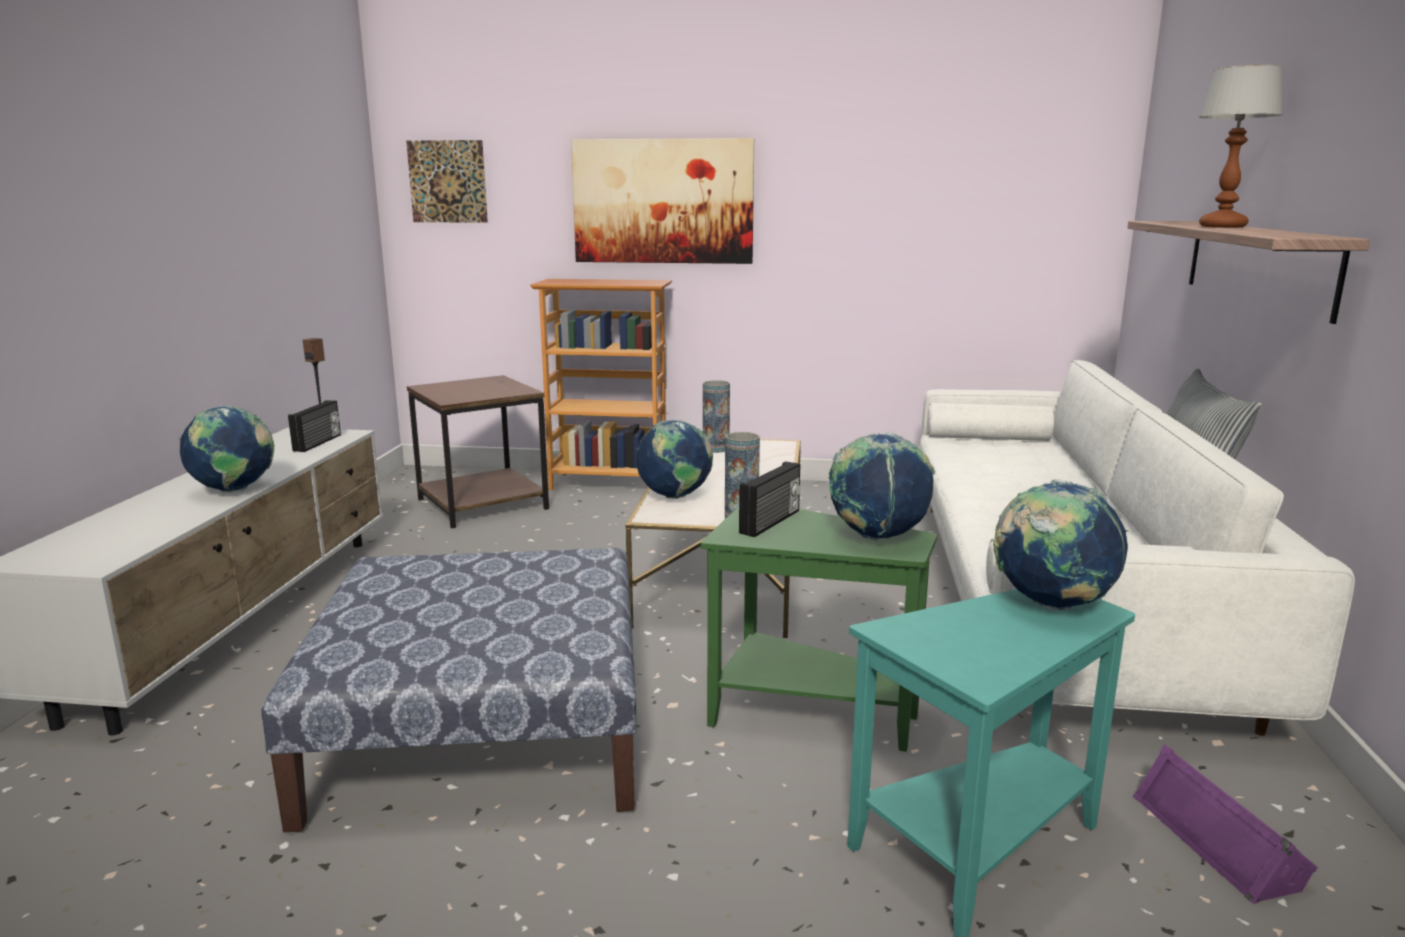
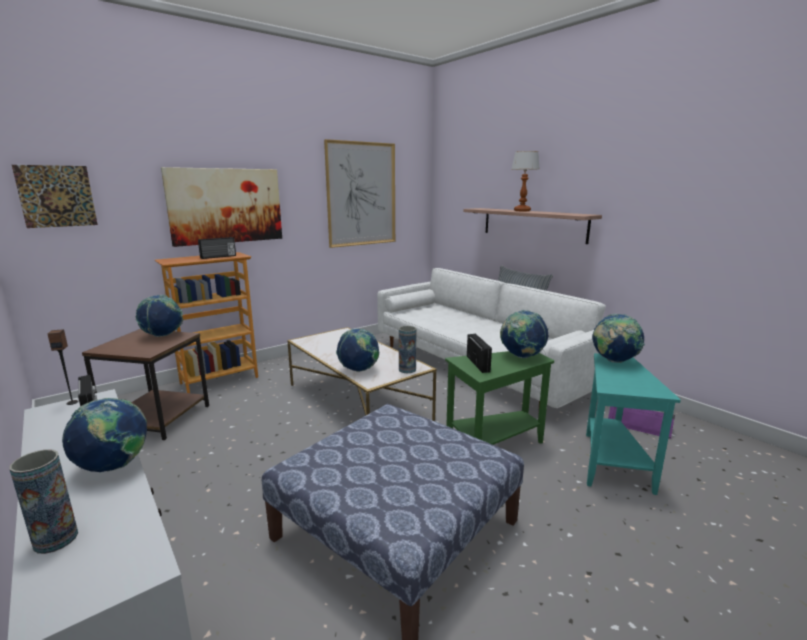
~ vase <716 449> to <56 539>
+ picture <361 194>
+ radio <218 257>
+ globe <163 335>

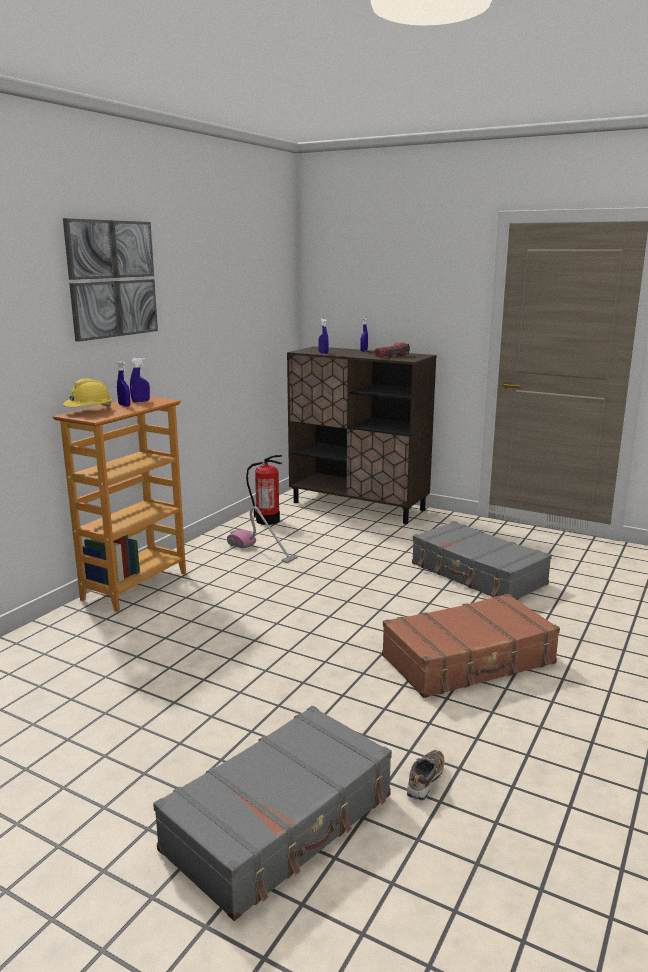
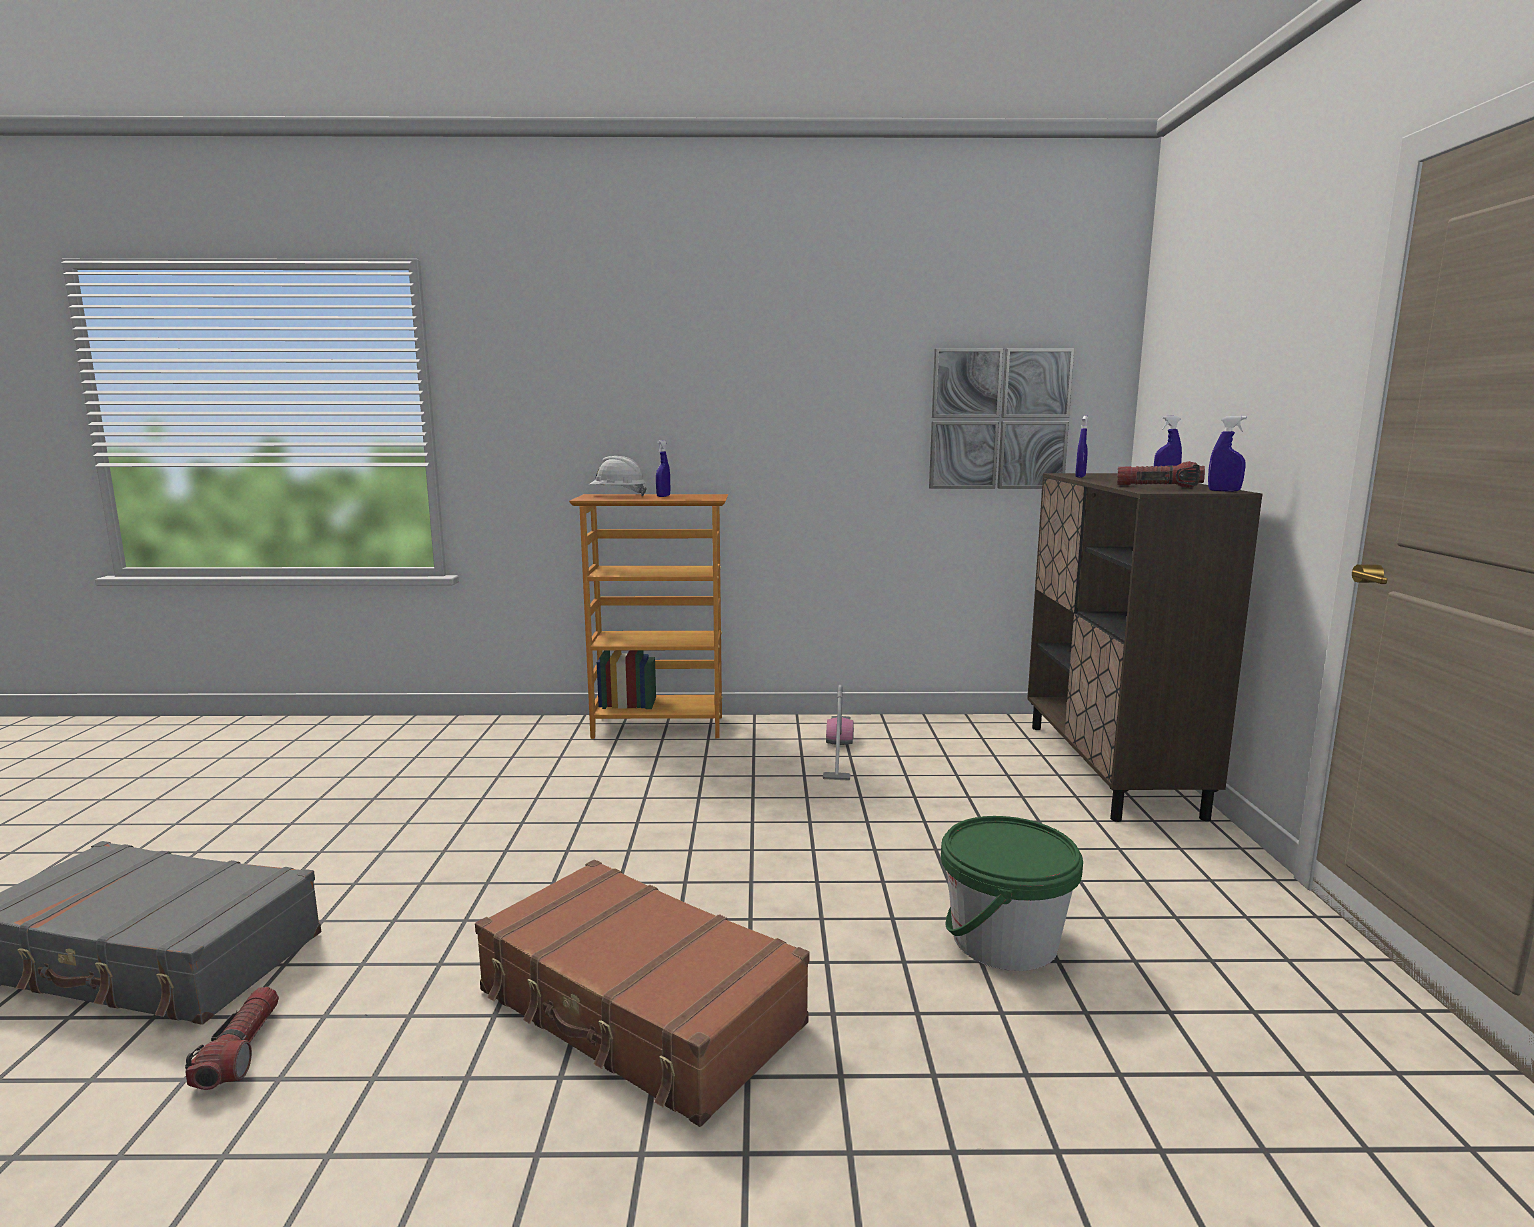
~ picture <112 279> to <999 419>
~ blue spray bottle <140 401> to <1224 491>
~ yellow hard hat <89 411> to white hard hat <617 495>
- fire extinguisher <267 520>
~ grey suitcase <477 574> to green bucket <1004 940>
~ shoe <425 781> to flashlight <240 1051>

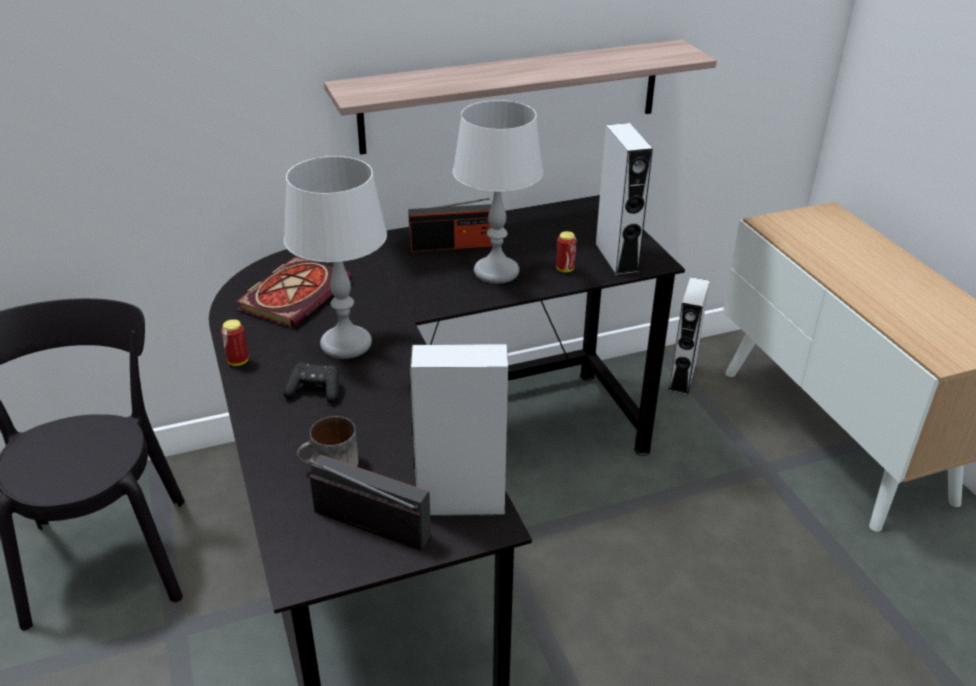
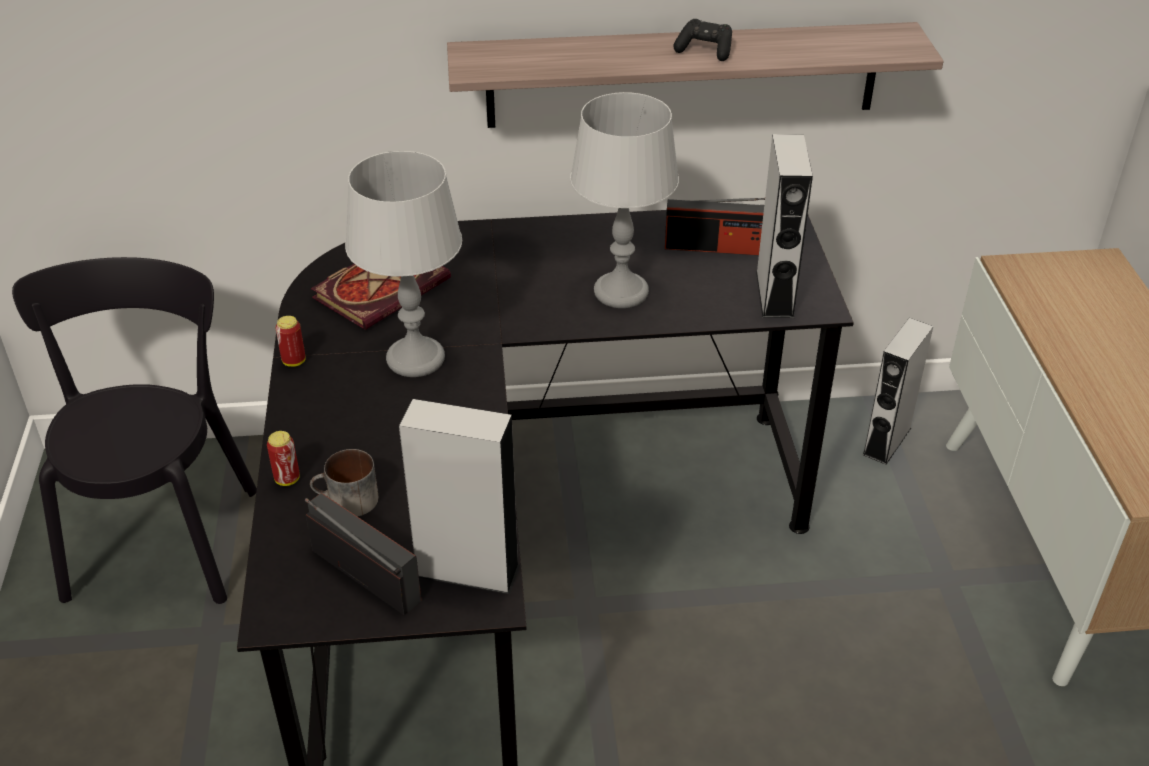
~ radio <451 245> to <714 247>
~ can <565 269> to <287 479>
~ black game controller <315 391> to <705 50>

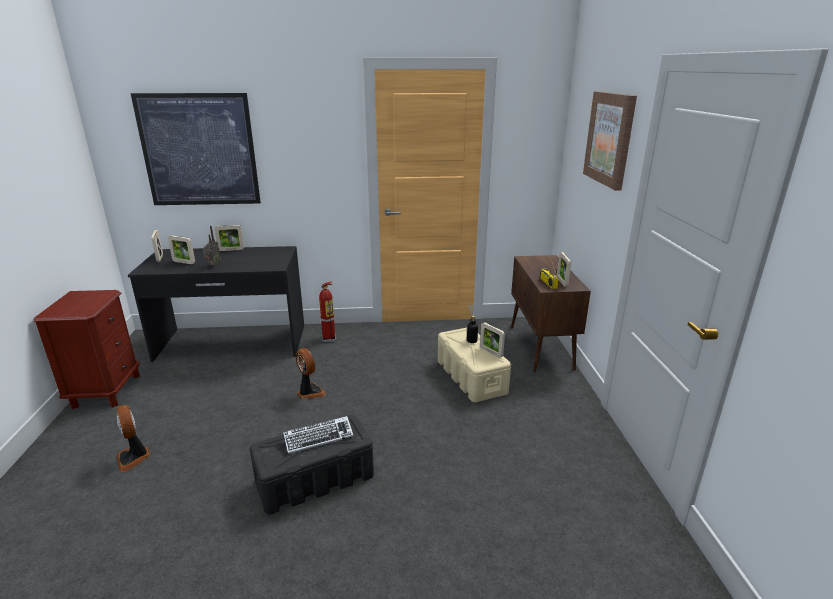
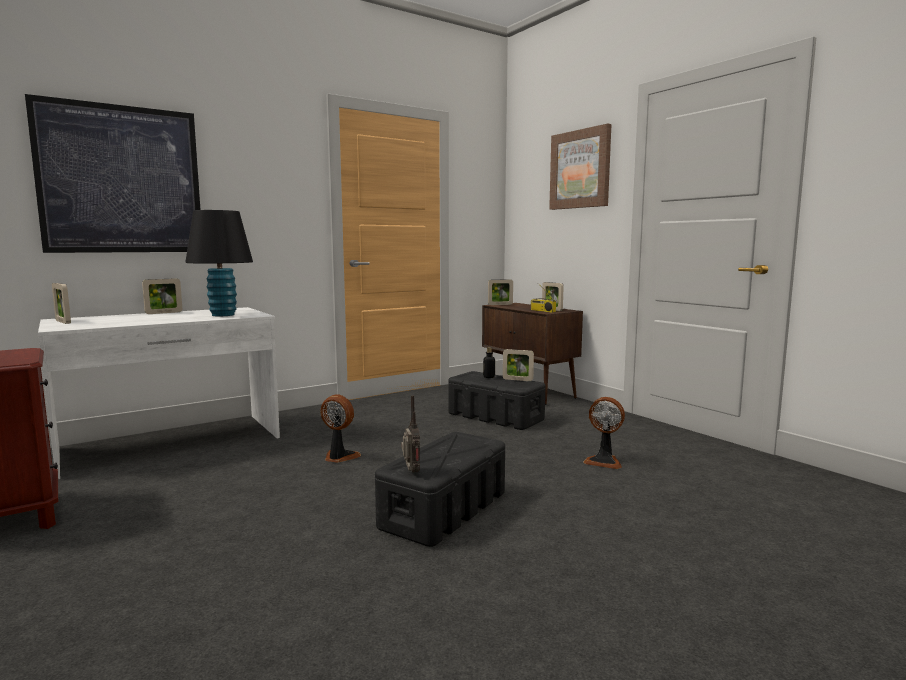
~ radio <213 266> to <411 472>
~ picture frame <184 262> to <500 304>
~ black desk <232 343> to white desk <171 443>
- fire extinguisher <329 339>
~ beige storage box <471 377> to black storage box <496 417>
~ fan <134 457> to <604 461>
- keyboard <318 438>
+ black table lamp <223 315>

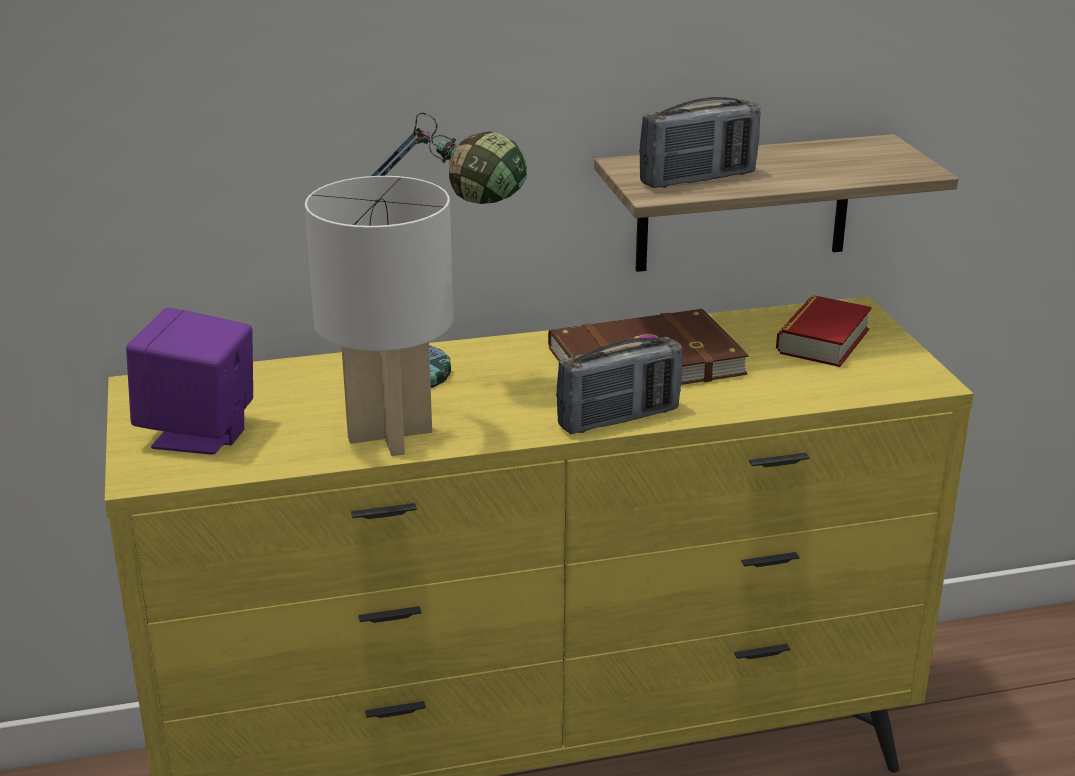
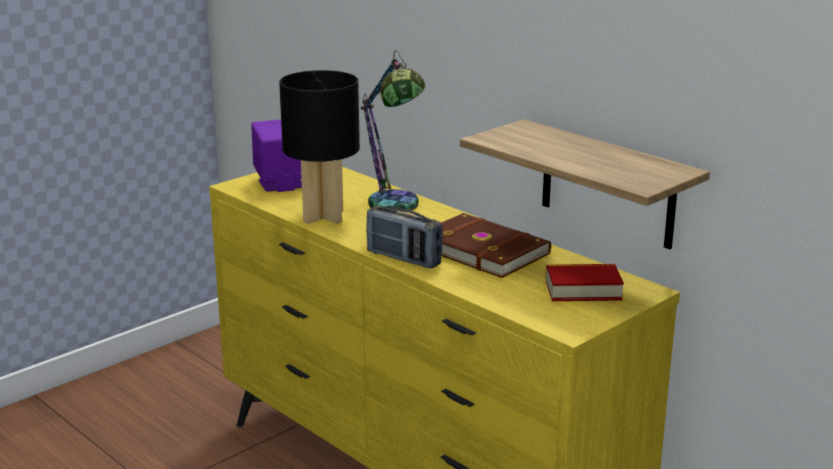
- radio <698 179>
~ white table lamp <389 434> to black table lamp <324 216>

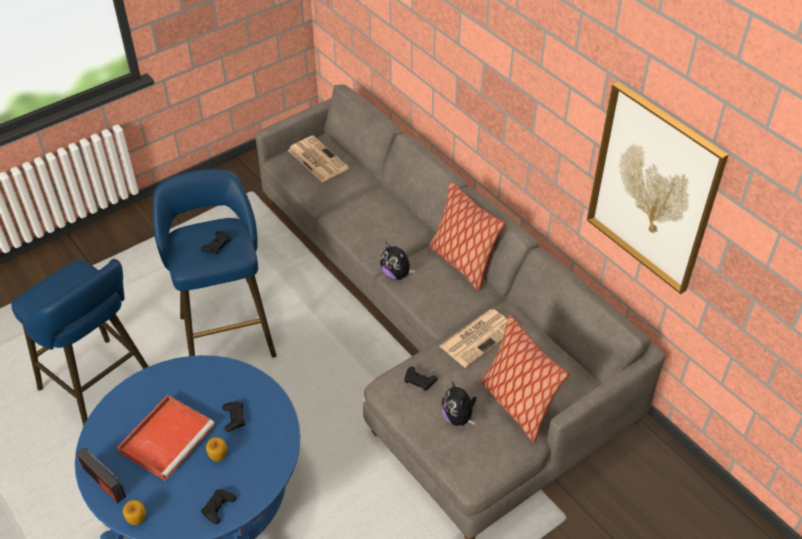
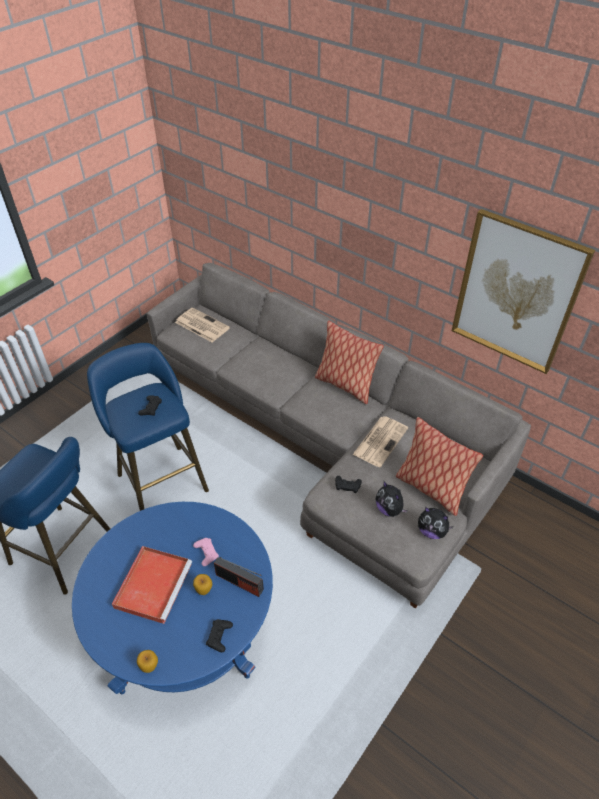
~ plush toy <396 274> to <432 531>
~ black game controller <234 418> to pink game controller <206 553>
~ radio <104 482> to <239 582>

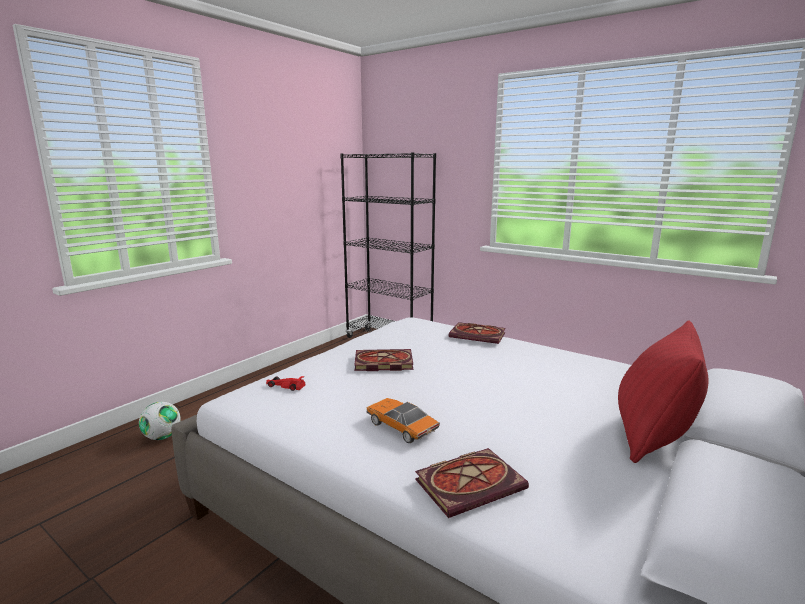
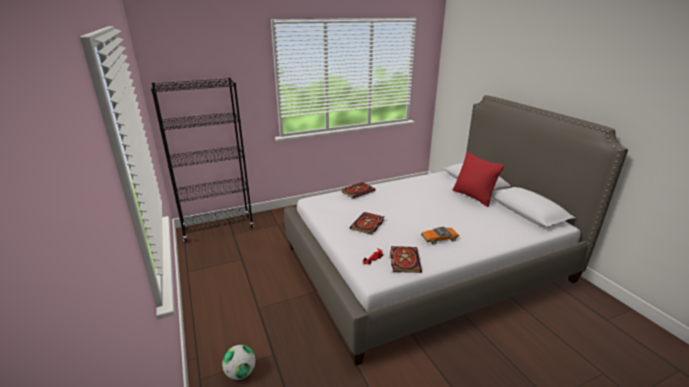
~ book <471 483> to <404 260>

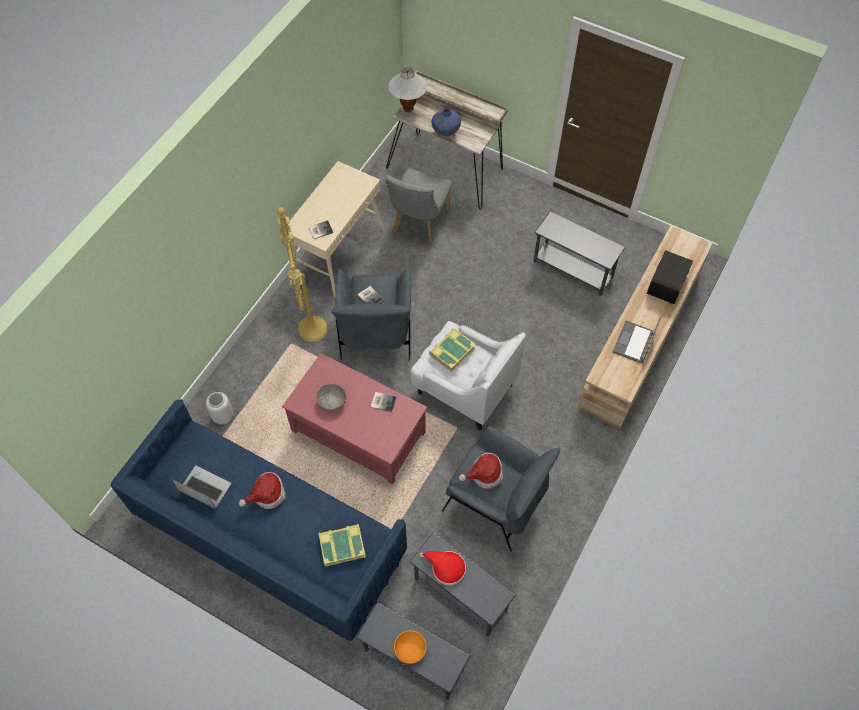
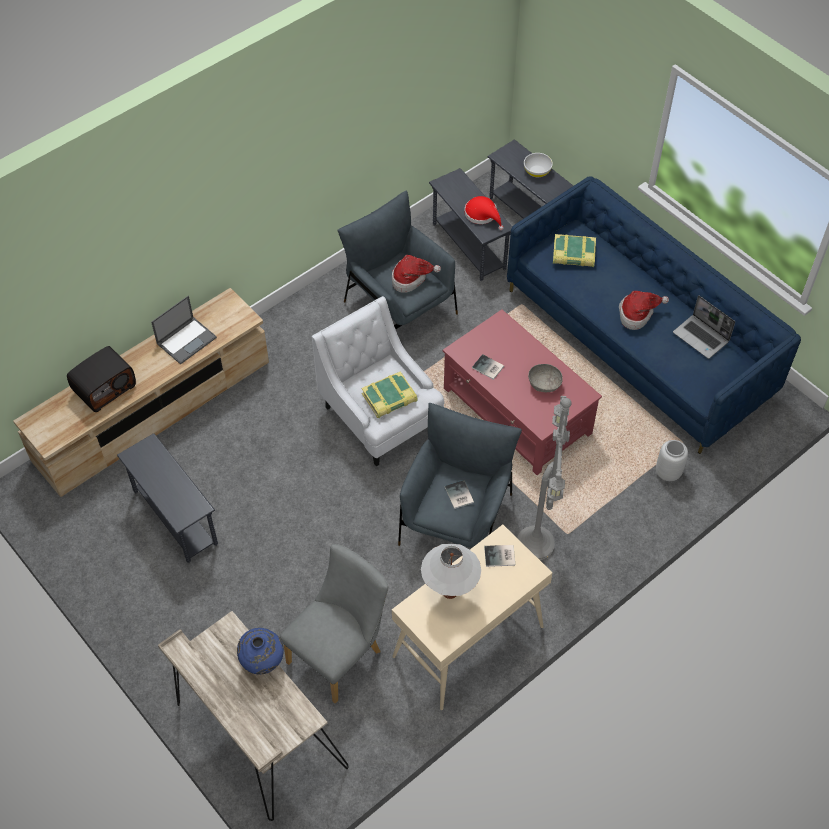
~ white table lamp <408 108> to <450 592>
~ yellow floor lamp <310 328> to grey floor lamp <537 546>
~ orange bowl <410 649> to white bowl <537 171>

